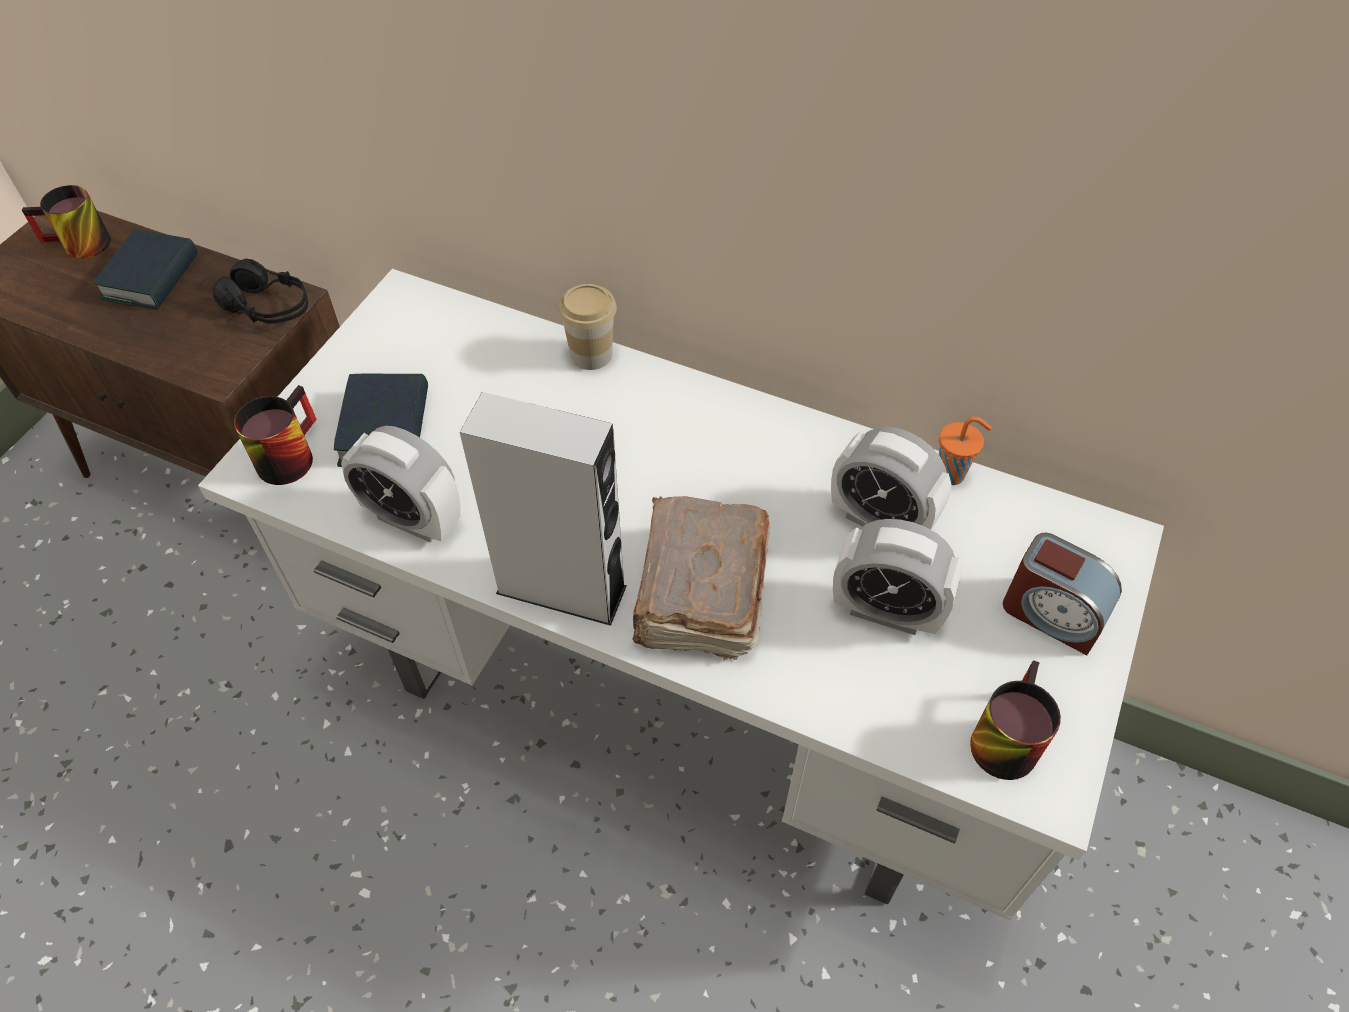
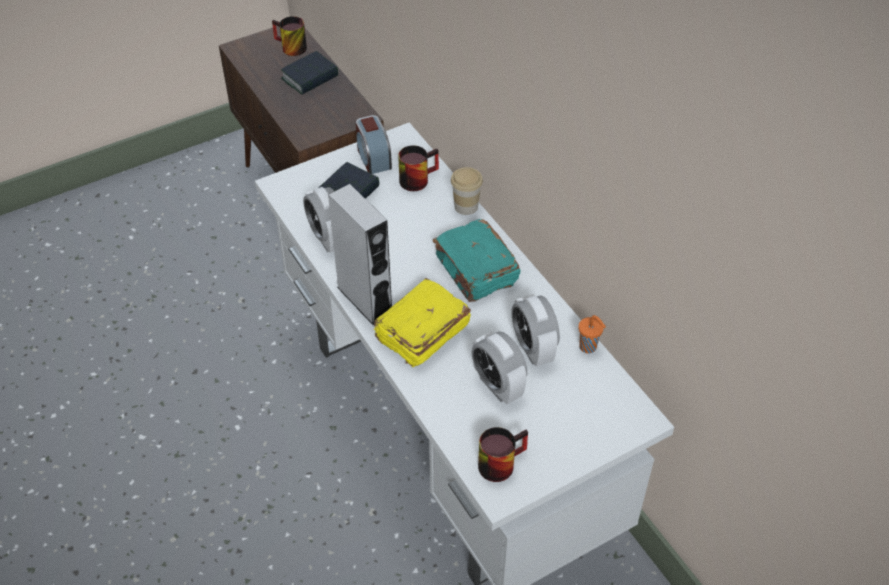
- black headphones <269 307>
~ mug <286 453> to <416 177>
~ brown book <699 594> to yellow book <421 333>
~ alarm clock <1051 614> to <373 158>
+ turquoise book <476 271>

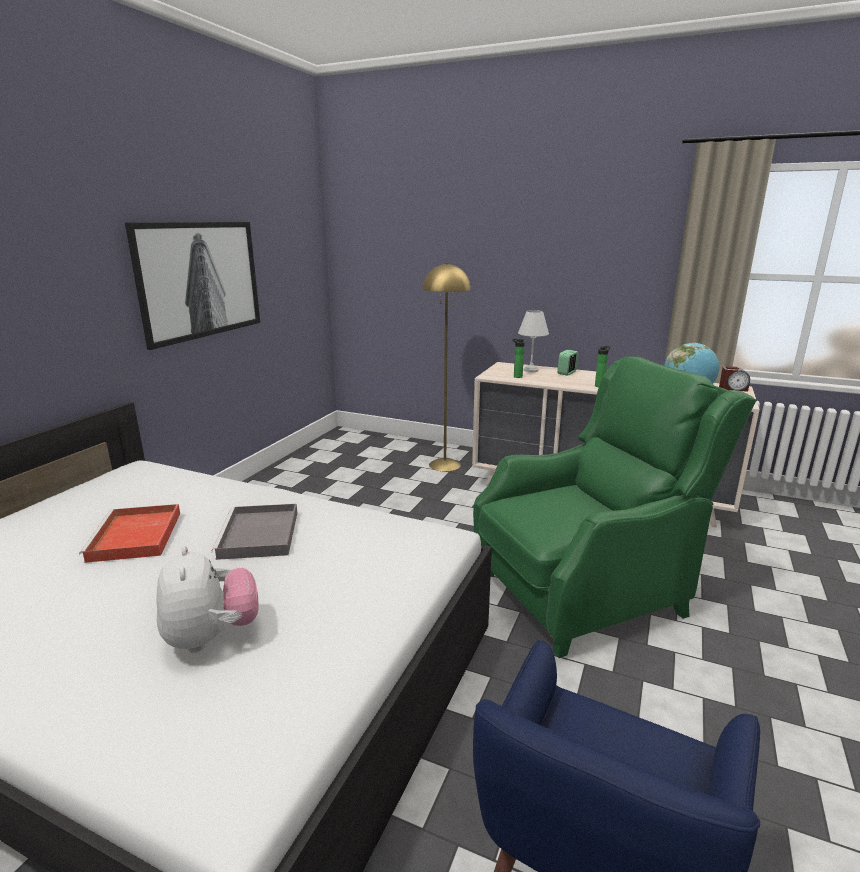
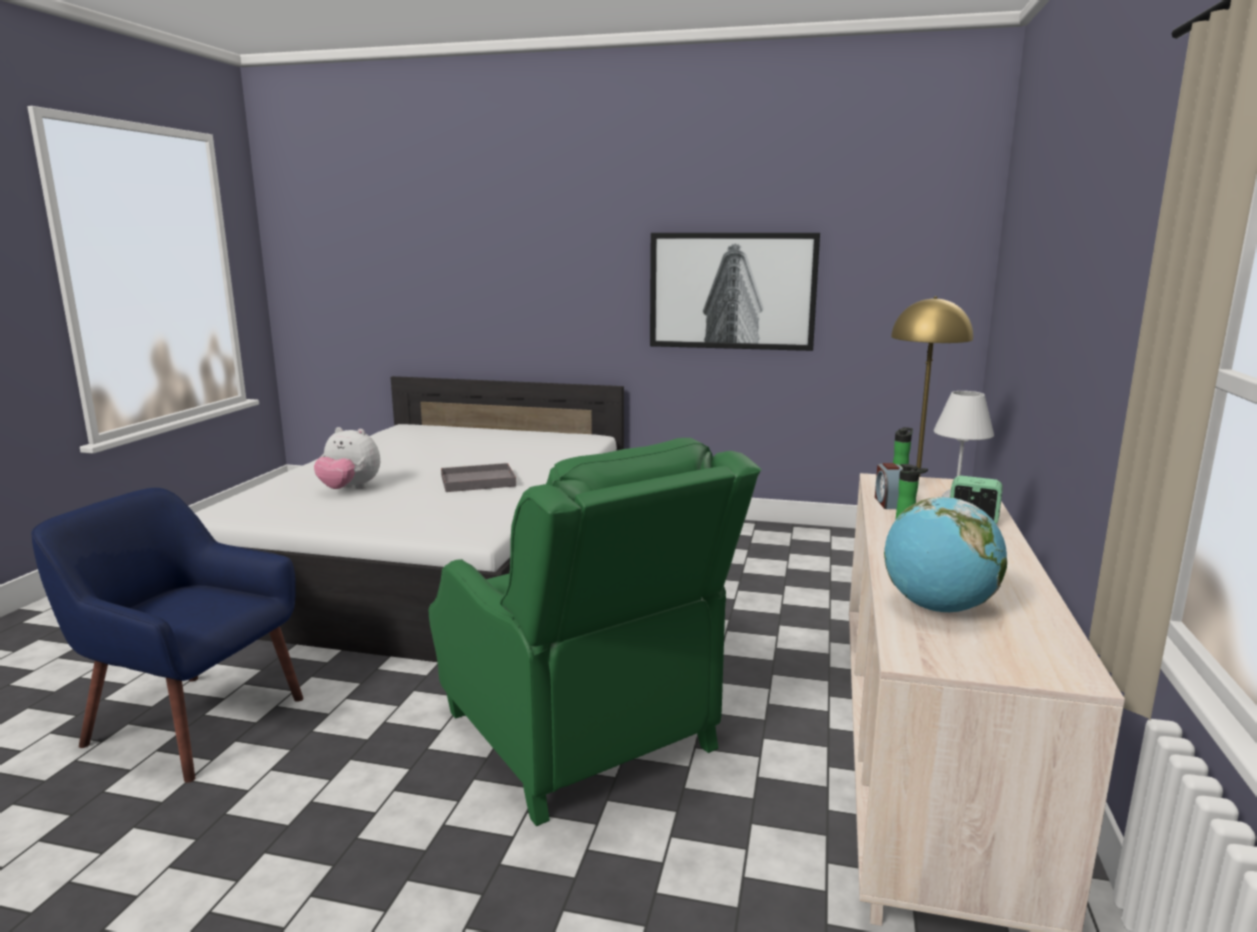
~ alarm clock <732 389> to <889 502>
- red tray <135 537>
~ plush toy <211 637> = <349 489> 45 degrees clockwise

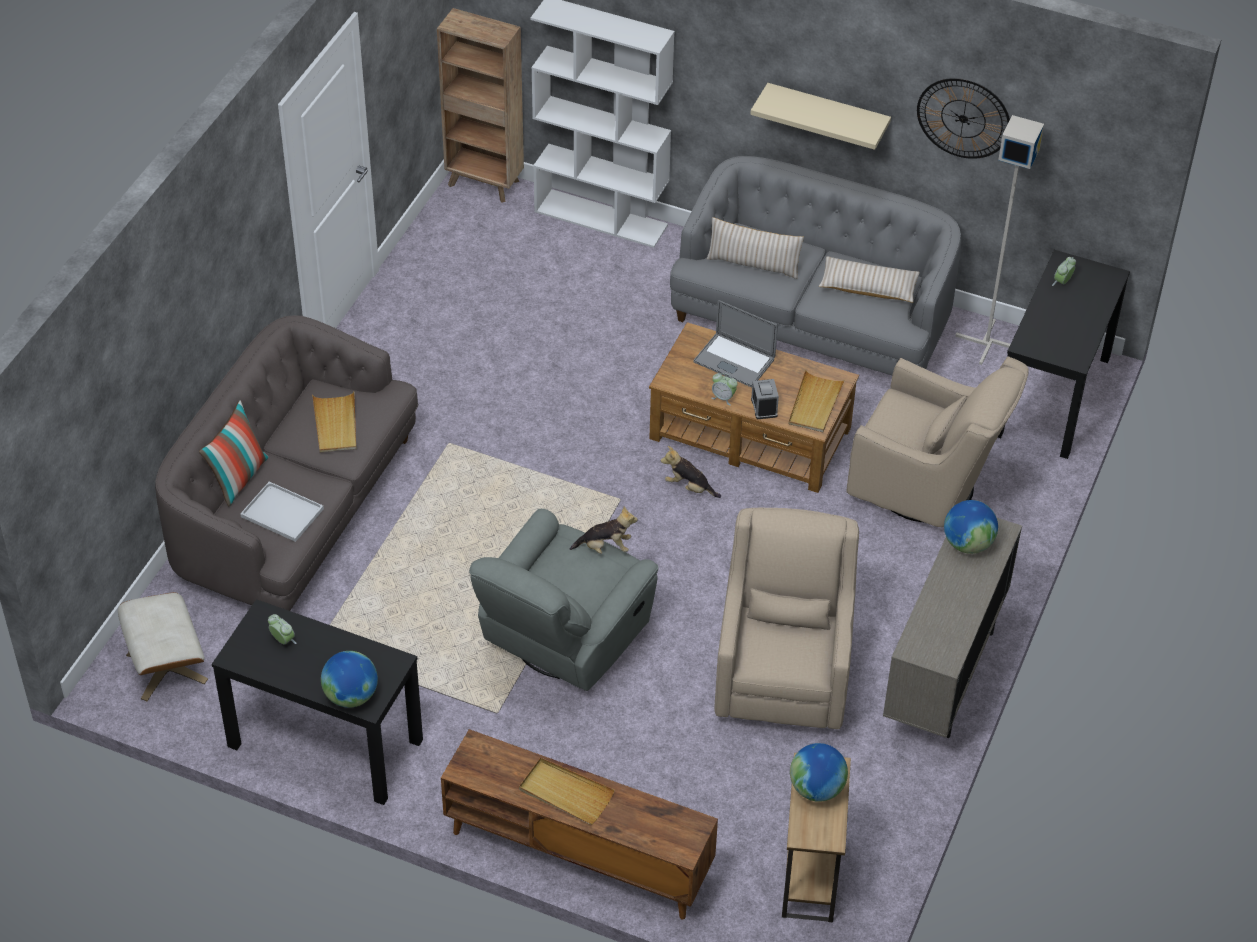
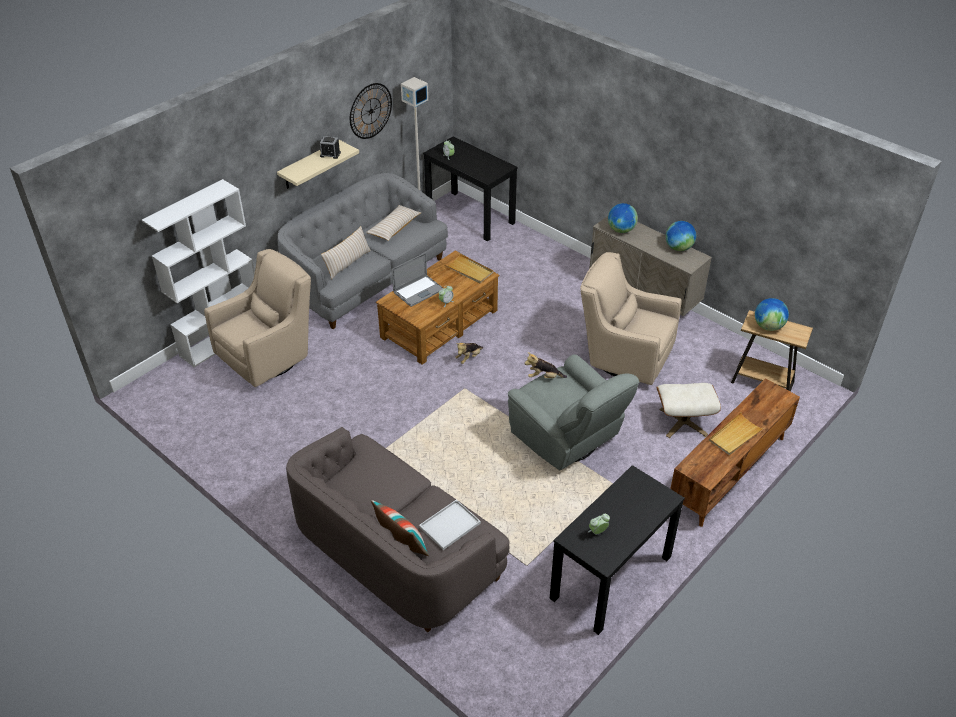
- brown bookcase <485 183>
~ beige armchair <928 488> to <270 356>
~ alarm clock <764 407> to <330 154>
- beige tray <336 425>
~ plush toy <605 547> = <544 377> 105 degrees counterclockwise
~ beige ottoman <166 667> to <683 422>
~ globe <350 696> to <678 248>

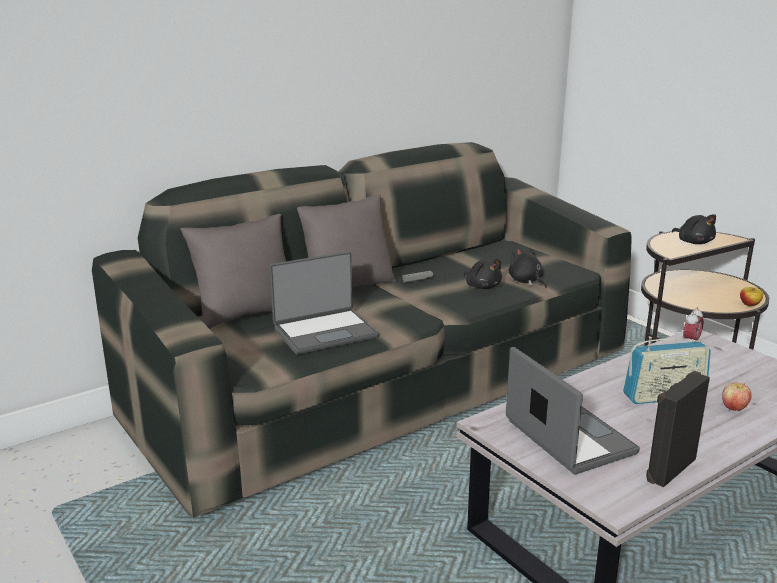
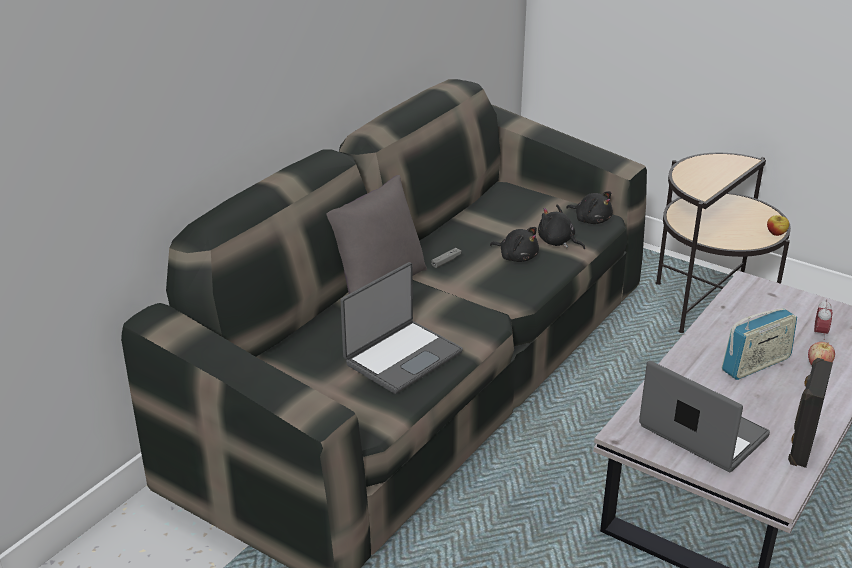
- grey pillow <245 315>
~ black plush toy <694 242> to <591 220>
~ alarm clock <691 341> to <820 333>

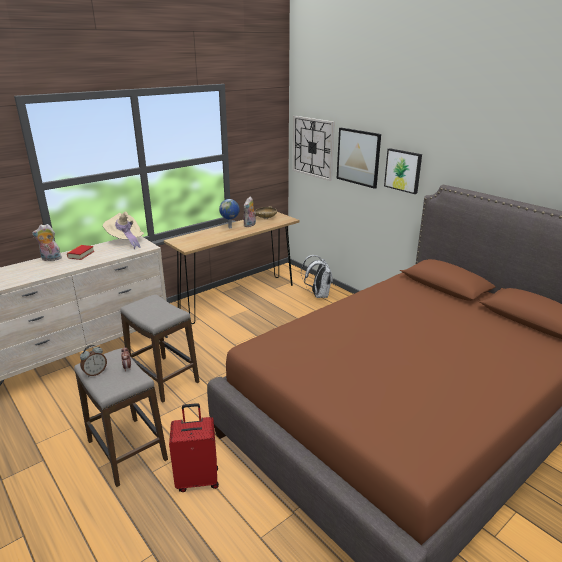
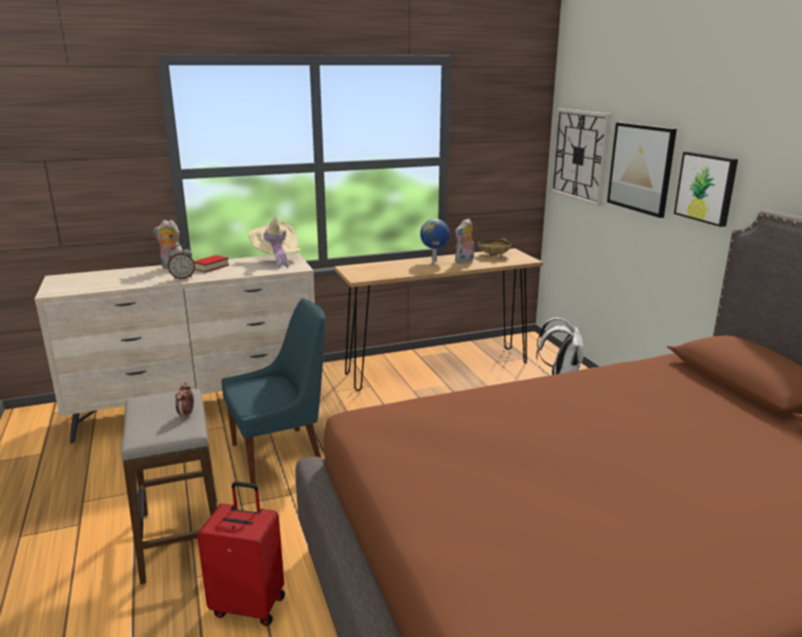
~ stool <163 378> to blue chair <281 454>
~ alarm clock <95 373> to <182 278>

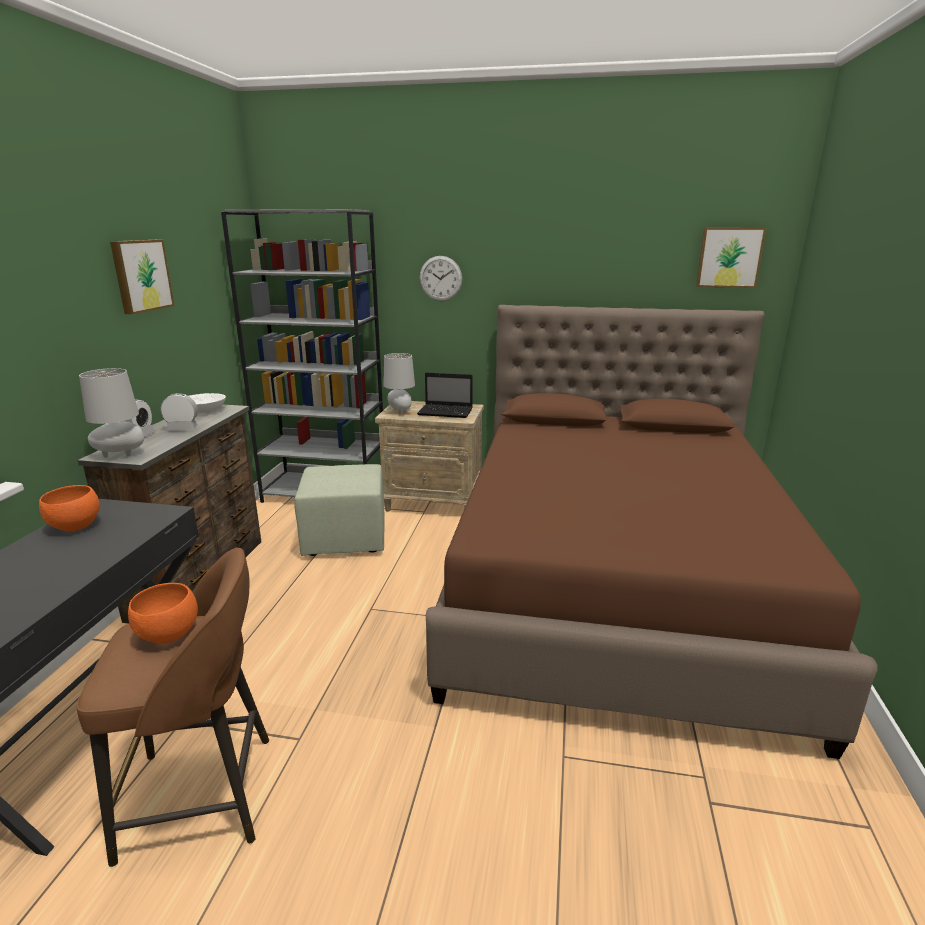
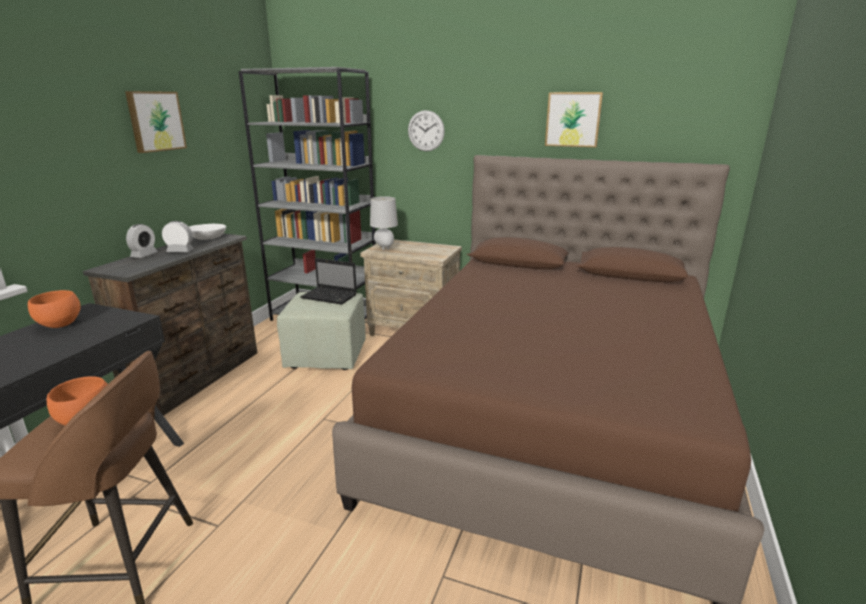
~ picture <729 257> to <573 119>
- grey table lamp <121 455>
~ laptop <446 412> to <330 296>

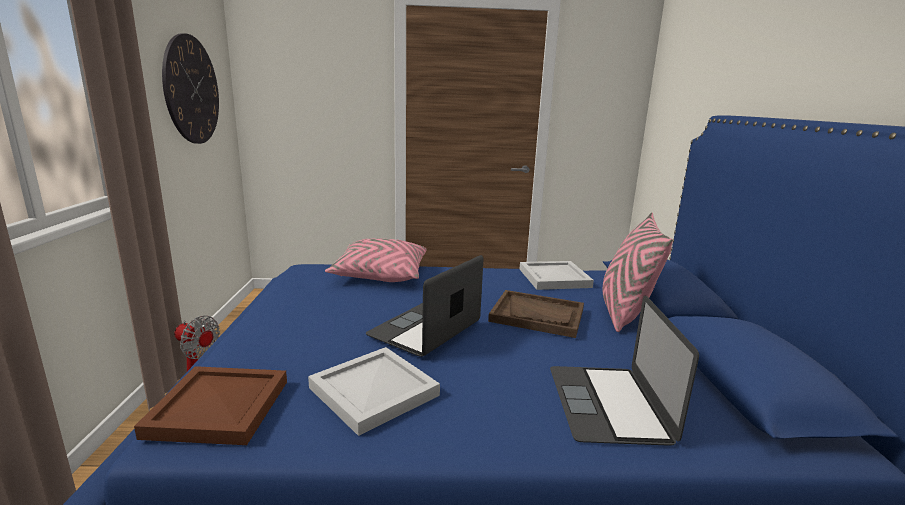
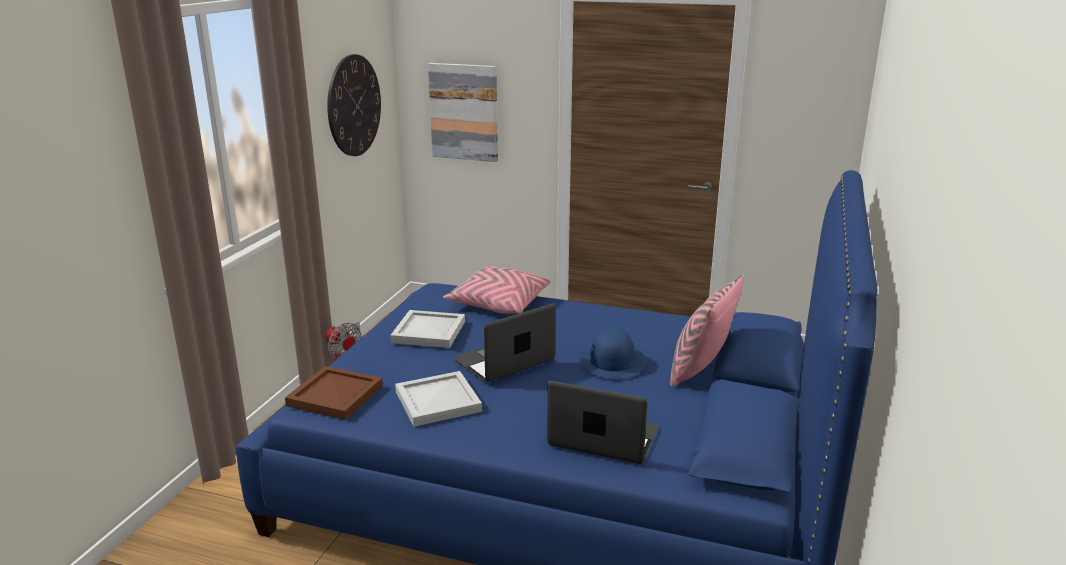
~ white tray <555 278> to <429 332>
~ brown tray <537 315> to blue hat <612 361>
~ laptop <608 403> = <603 437> 90 degrees clockwise
+ picture <464 112>

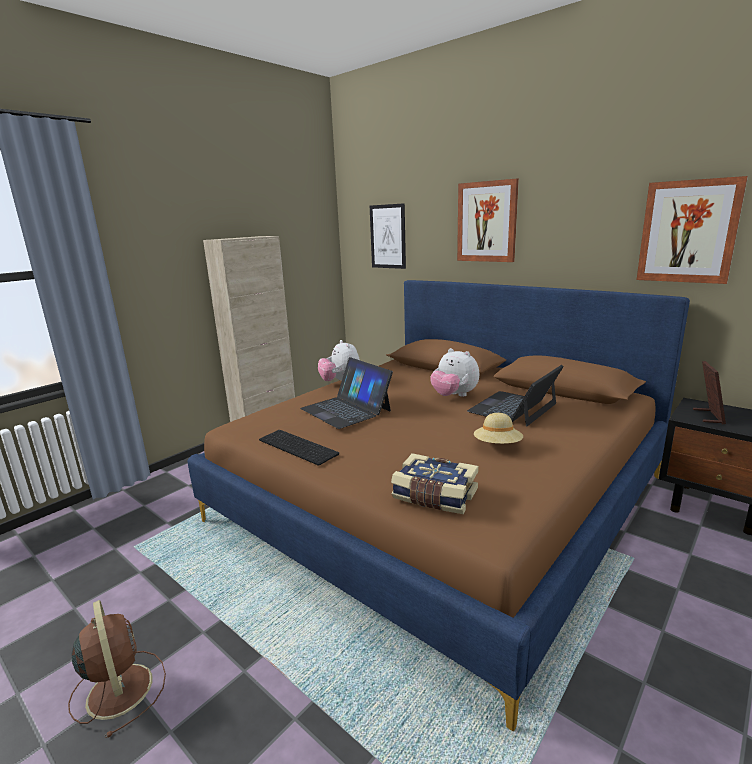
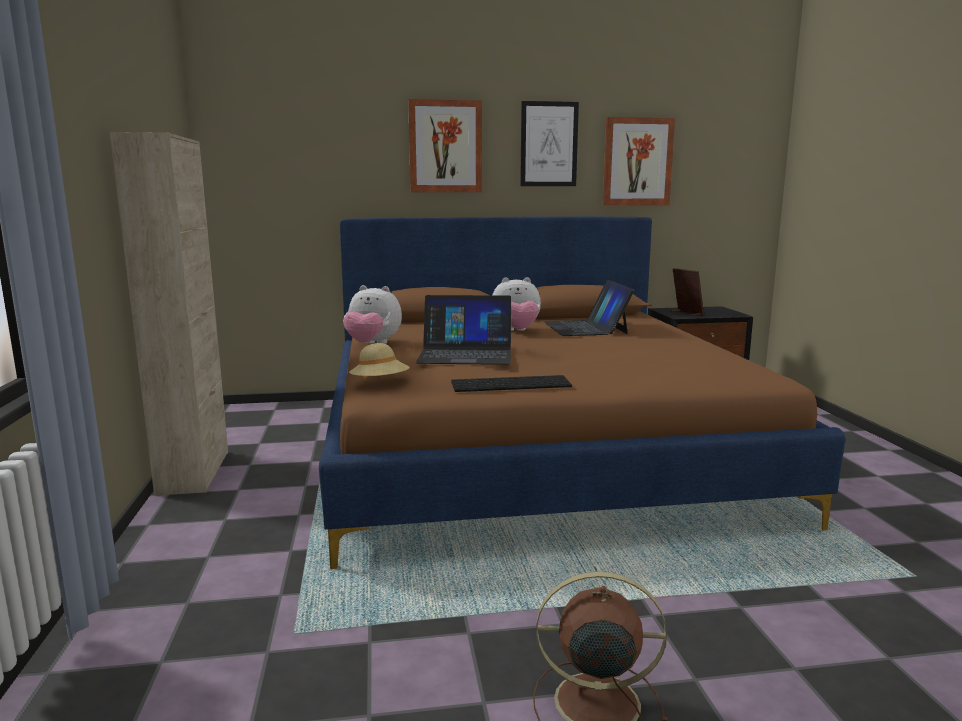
~ picture <388 236> to <549 144>
~ beige hat <497 446> to <380 384>
- book <434 496>

